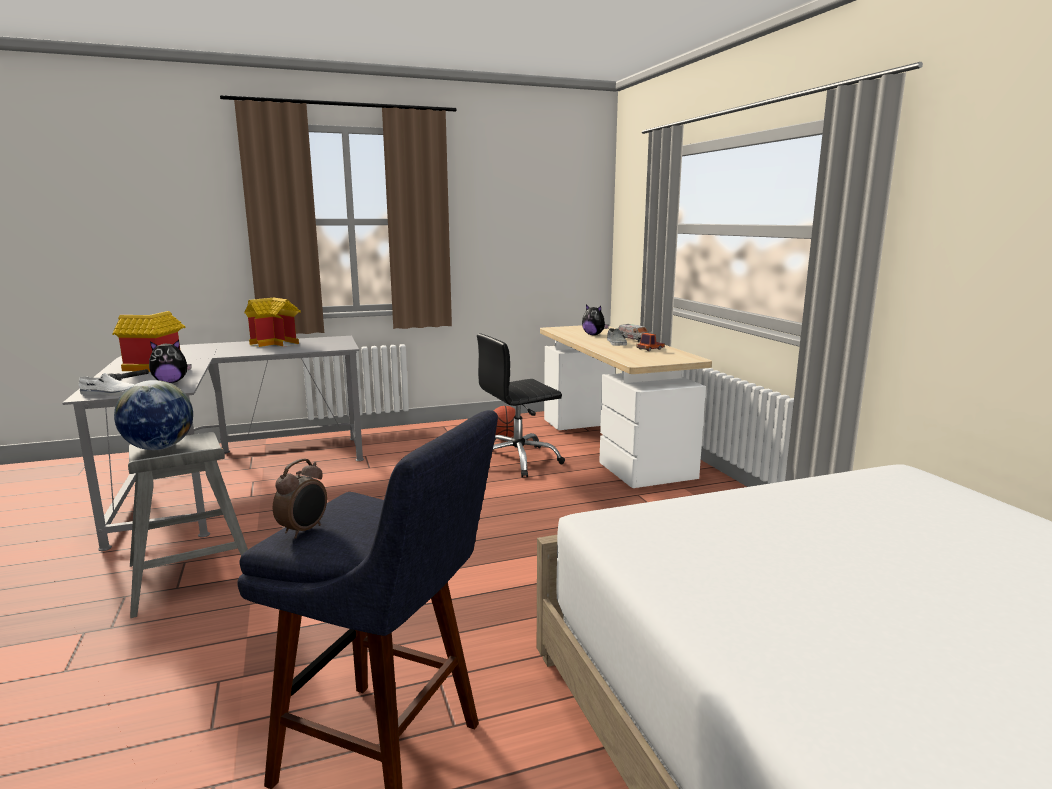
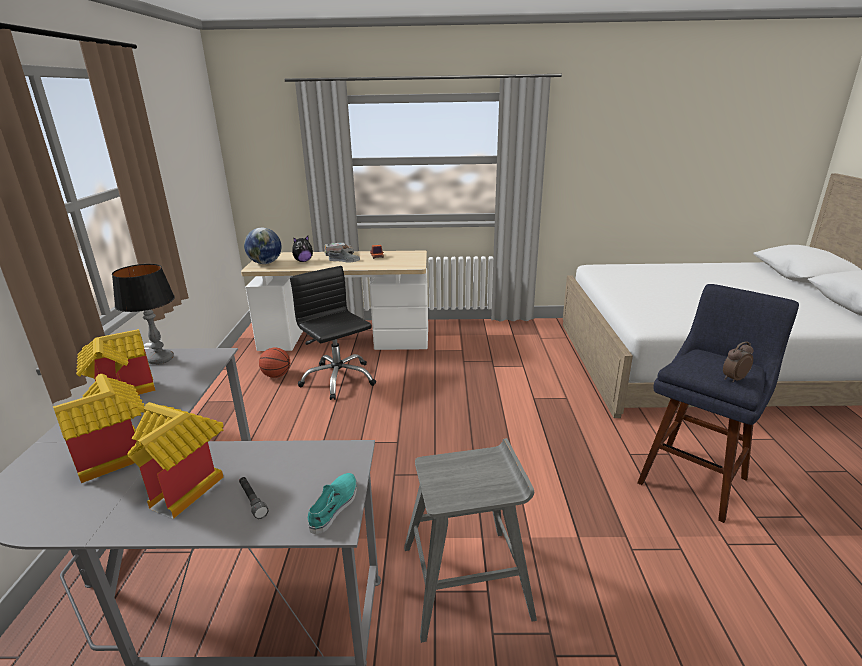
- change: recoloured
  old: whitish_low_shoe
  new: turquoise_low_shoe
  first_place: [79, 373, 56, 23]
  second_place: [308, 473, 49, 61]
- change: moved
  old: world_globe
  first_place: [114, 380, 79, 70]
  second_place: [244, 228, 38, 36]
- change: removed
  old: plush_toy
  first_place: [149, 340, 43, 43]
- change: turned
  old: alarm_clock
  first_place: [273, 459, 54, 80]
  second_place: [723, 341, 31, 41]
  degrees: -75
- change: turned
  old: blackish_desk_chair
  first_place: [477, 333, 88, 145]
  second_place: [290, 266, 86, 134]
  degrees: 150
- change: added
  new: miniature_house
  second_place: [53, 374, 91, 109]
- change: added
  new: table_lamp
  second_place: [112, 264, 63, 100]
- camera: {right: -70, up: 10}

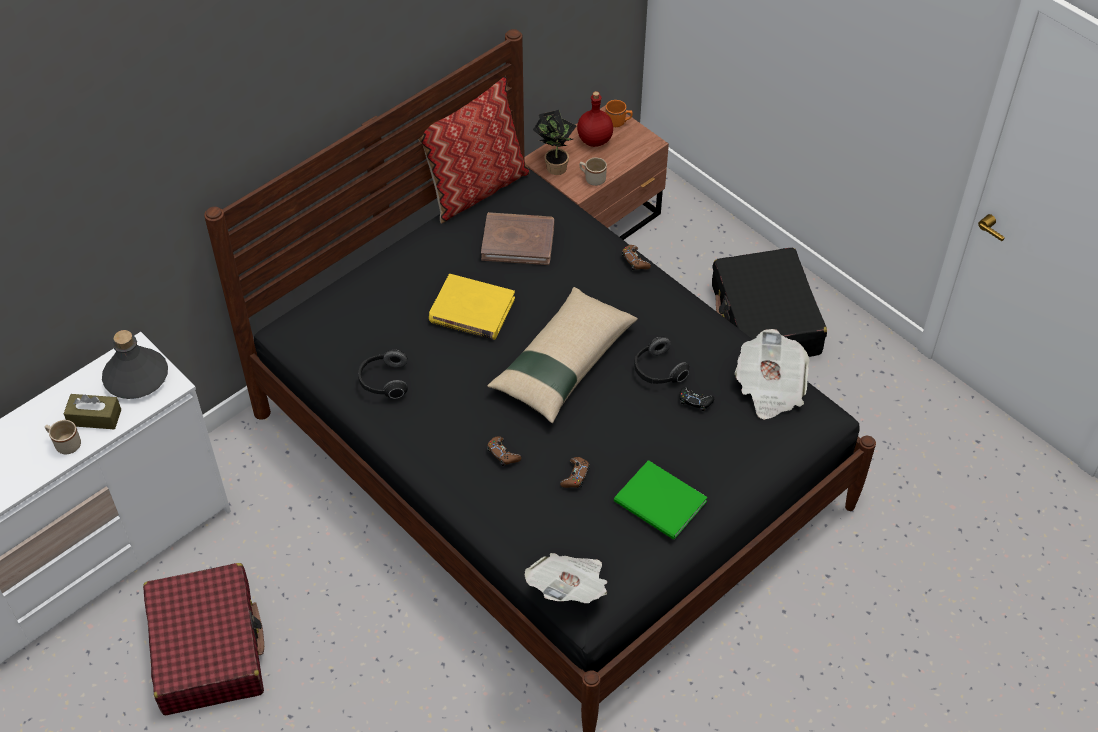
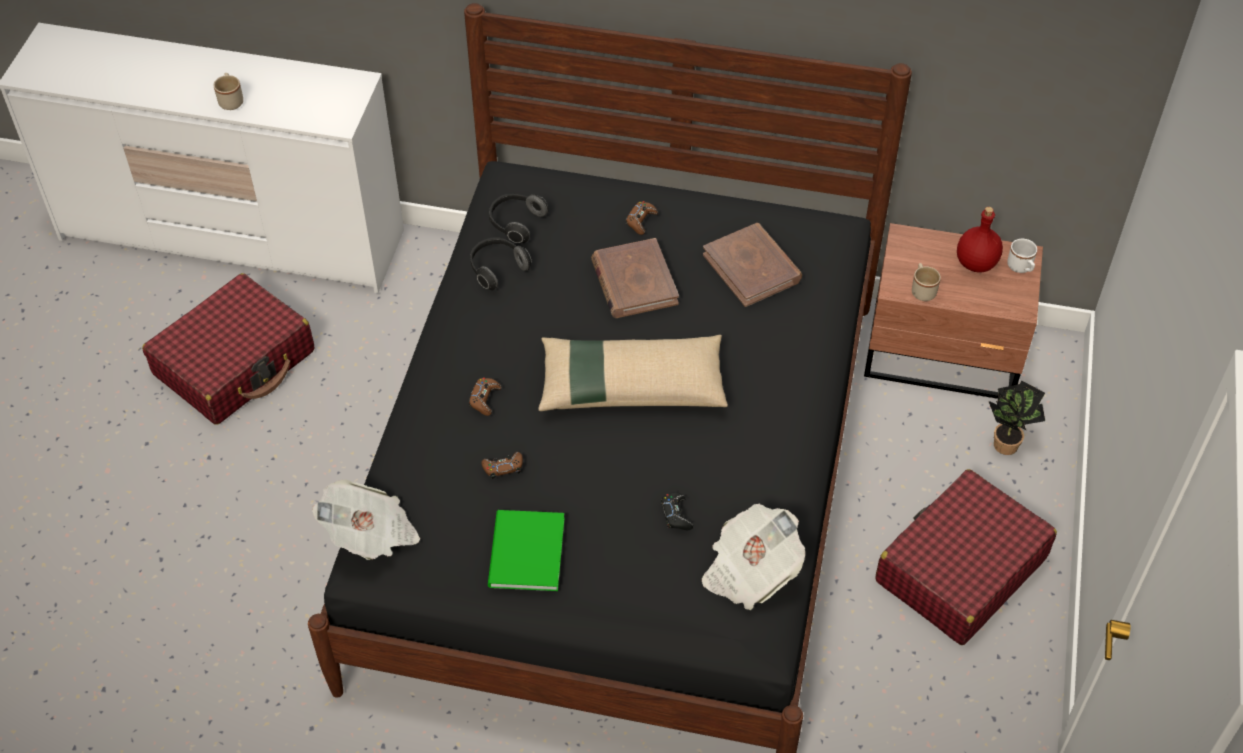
- change: removed
  old: brownish_tissue_box
  first_place: [64, 394, 57, 35]
- change: removed
  old: greyish_bottle
  first_place: [102, 330, 66, 69]
- change: removed
  old: cushion
  first_place: [418, 76, 112, 148]
- change: recoloured
  old: yellow_volume
  new: brownish_volume
  first_place: [429, 274, 86, 66]
  second_place: [591, 238, 88, 80]
- change: moved
  old: houseplant
  first_place: [533, 110, 43, 65]
  second_place: [989, 381, 56, 74]
- change: recoloured
  old: orangey_tea_mug
  new: whitish_tea_mug
  first_place: [606, 100, 27, 27]
  second_place: [1007, 239, 30, 34]
- change: moved
  old: brownish_joypad
  first_place: [622, 245, 29, 25]
  second_place: [626, 201, 32, 34]
- change: moved
  old: headset
  first_place: [634, 337, 56, 47]
  second_place: [489, 194, 60, 49]
- change: recoloured
  old: blackish_travel_case
  new: reddish_travel_case
  first_place: [712, 248, 115, 109]
  second_place: [875, 469, 182, 176]
- camera: {right: 55, up: 0}

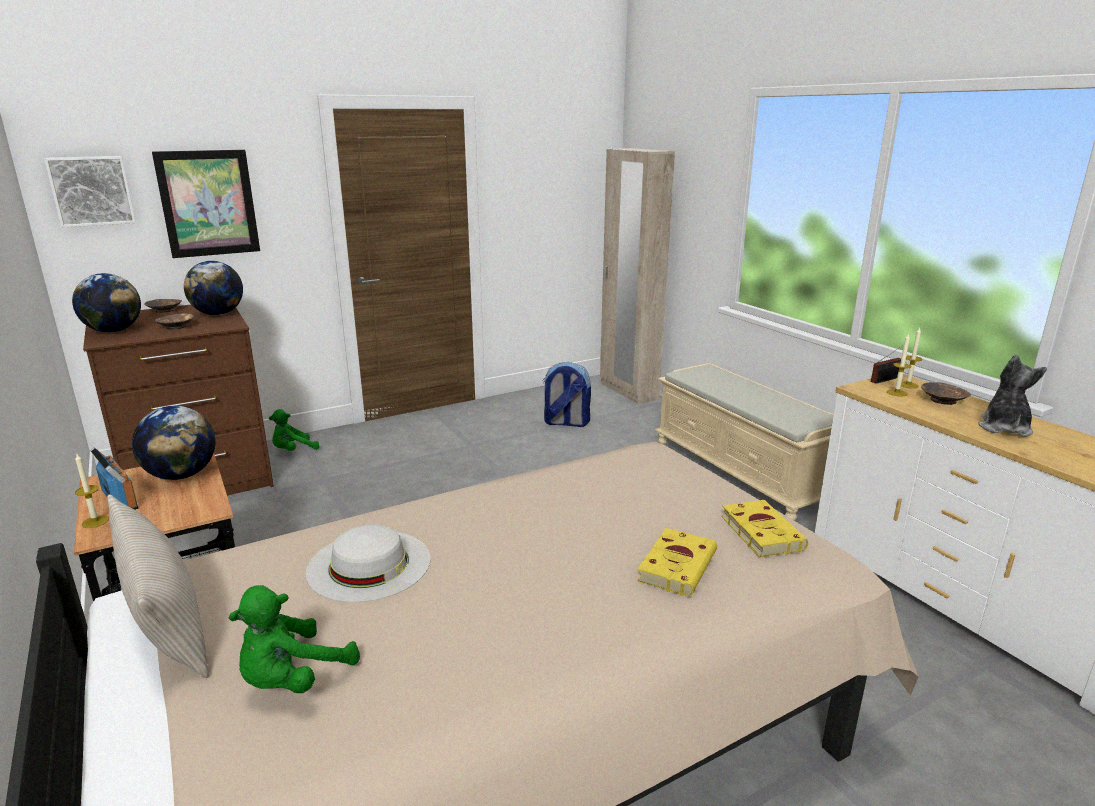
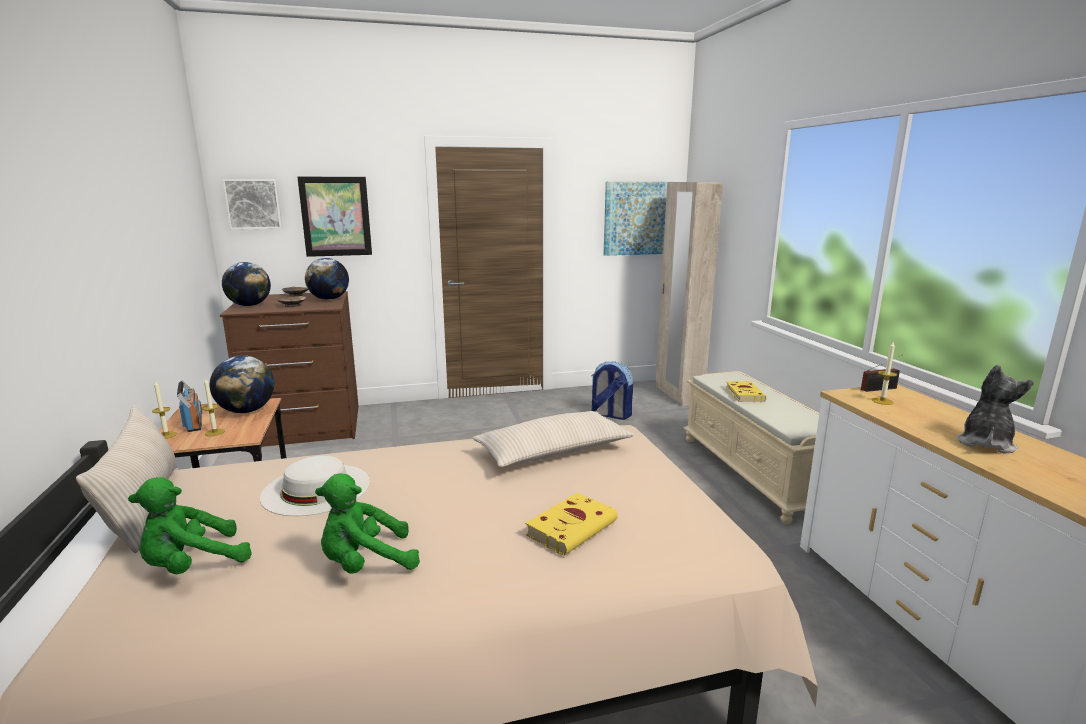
- change: moved
  old: greenish_plush_toy
  first_place: [269, 409, 50, 42]
  second_place: [315, 474, 105, 100]
- change: moved
  old: yellow_volume
  first_place: [721, 500, 88, 58]
  second_place: [726, 381, 41, 21]
- change: moved
  old: candle
  first_place: [901, 328, 21, 61]
  second_place: [202, 379, 23, 57]
- change: removed
  old: brownish_deep_dish
  first_place: [921, 382, 50, 23]
- change: added
  new: sand-coloured_cushion
  second_place: [472, 411, 162, 56]
- change: added
  new: picture
  second_place: [604, 182, 63, 74]
- camera: {right: 15, up: -5}

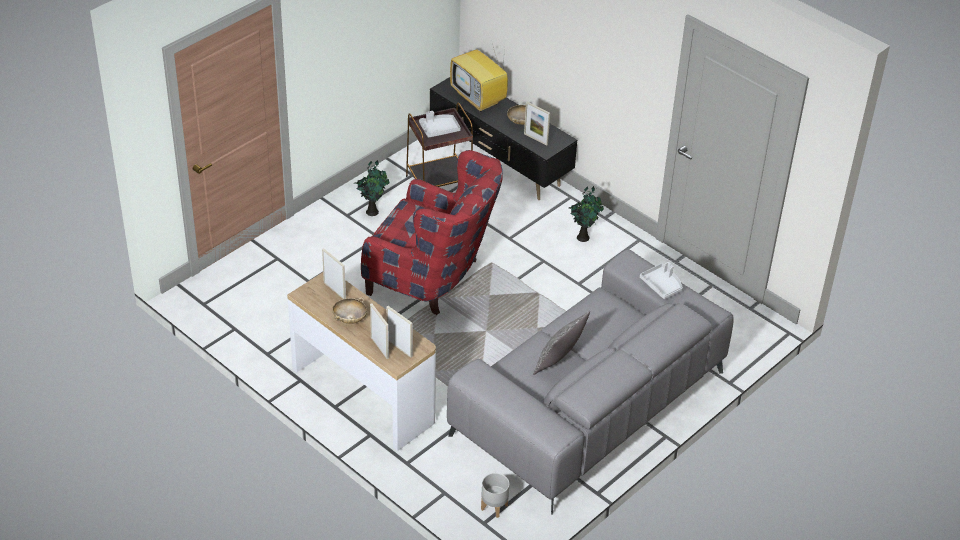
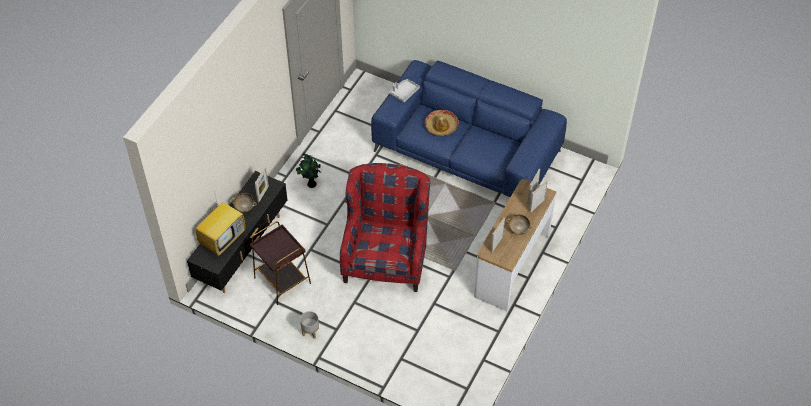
- change: removed
  old: houseplant
  first_place: [355, 160, 35, 56]
- change: removed
  old: greyish_serving_tray
  first_place: [419, 111, 42, 27]
- change: recoloured
  old: greyish_couch
  new: bluish_couch
  first_place: [447, 249, 287, 266]
  second_place: [371, 60, 196, 137]
- change: moved
  old: greyish_planter
  first_place: [481, 473, 28, 45]
  second_place: [300, 311, 19, 28]
- change: removed
  old: cushion
  first_place: [533, 311, 57, 64]
- change: added
  new: wearable_hat
  second_place: [425, 110, 34, 26]
- camera: {right: -105, up: 10}

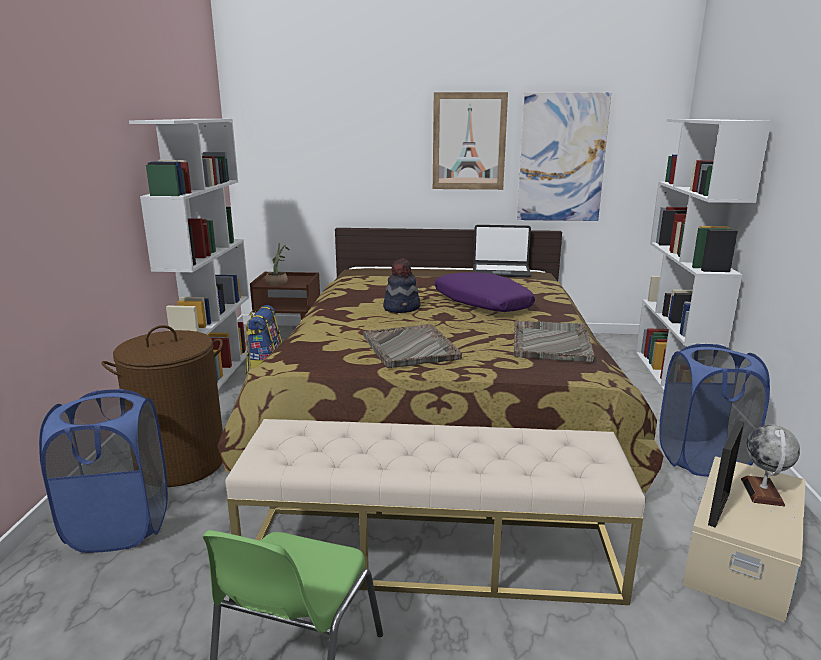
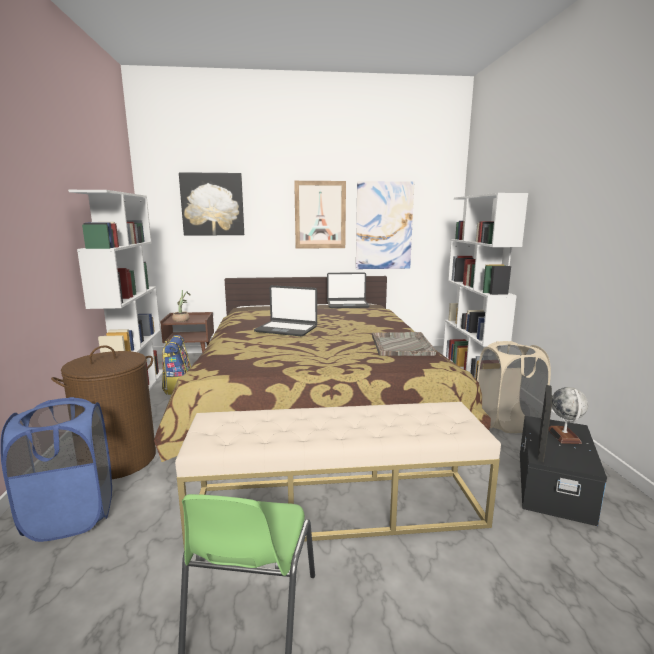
- change: removed
  old: greyish_serving_tray
  first_place: [364, 324, 98, 44]
- change: replaced
  old: wearable_hat
  new: portable_computer
  first_place: [383, 258, 37, 55]
  second_place: [254, 285, 63, 51]
- change: removed
  old: purplish_cushion
  first_place: [435, 272, 100, 40]
- change: recoloured
  old: bluish_laundry_basket
  new: sand-coloured_laundry_basket
  first_place: [660, 344, 110, 133]
  second_place: [477, 341, 74, 92]
- change: recoloured
  old: sand-coloured_storage_container
  new: blackish_storage_container
  first_place: [683, 456, 123, 167]
  second_place: [520, 416, 87, 110]
- change: added
  new: picture
  second_place: [179, 172, 65, 64]
- camera: {right: -10, up: -5}

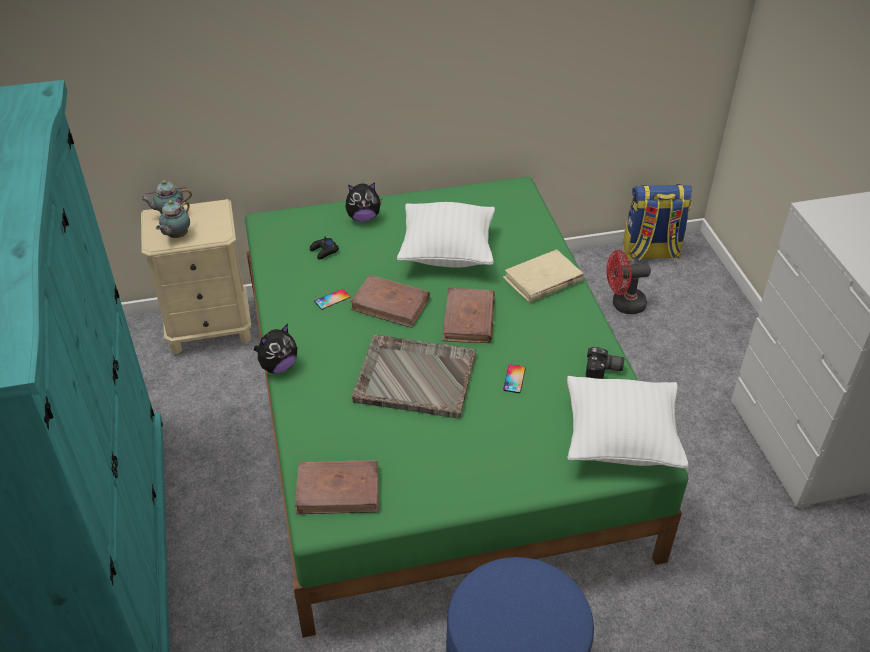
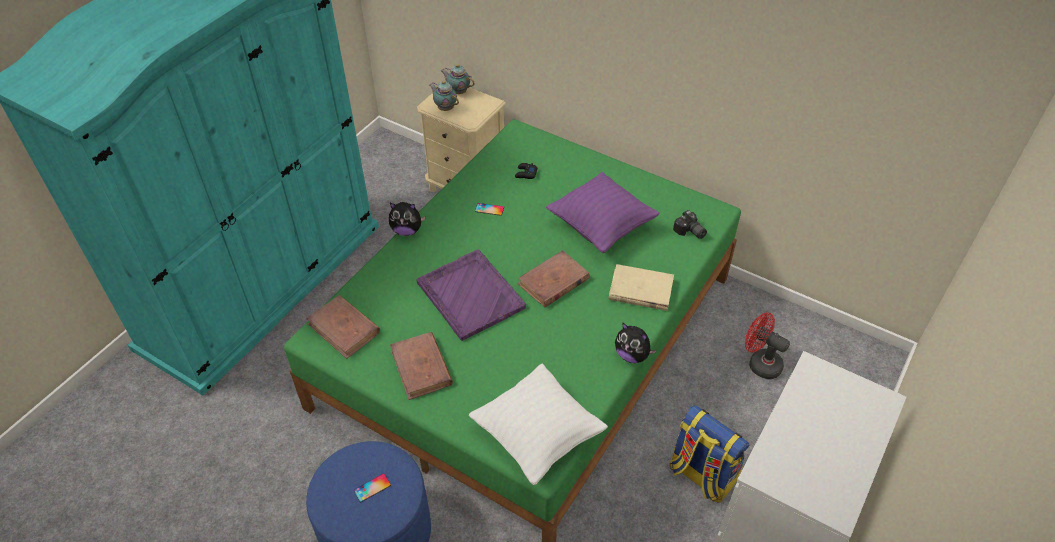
- change: turned
  old: teapot
  first_place: [156, 200, 34, 38]
  second_place: [430, 81, 29, 30]
  degrees: 60
- change: moved
  old: plush_toy
  first_place: [345, 182, 37, 40]
  second_place: [615, 323, 42, 40]
- change: moved
  old: brownish_volume
  first_place: [350, 275, 80, 53]
  second_place: [390, 332, 63, 68]
- change: recoloured
  old: greyish_serving_tray
  new: purplish_serving_tray
  first_place: [352, 335, 124, 83]
  second_place: [416, 250, 110, 91]
- change: recoloured
  old: whitish_cushion
  new: purplish_cushion
  first_place: [397, 202, 98, 66]
  second_place: [546, 172, 114, 81]
- change: moved
  old: phone
  first_place: [503, 364, 23, 29]
  second_place: [354, 474, 37, 28]
- change: moved
  old: photo_camera
  first_place: [586, 347, 38, 32]
  second_place: [673, 210, 34, 29]
- change: moved
  old: rucksack
  first_place: [623, 184, 69, 76]
  second_place: [670, 405, 80, 98]
- camera: {right: 45, up: 5}

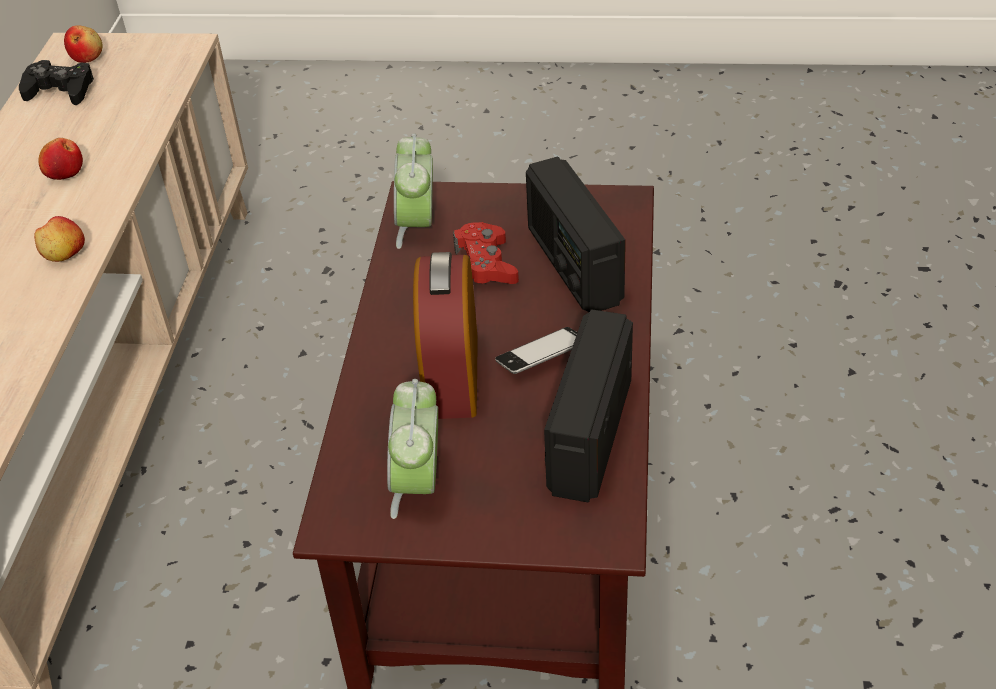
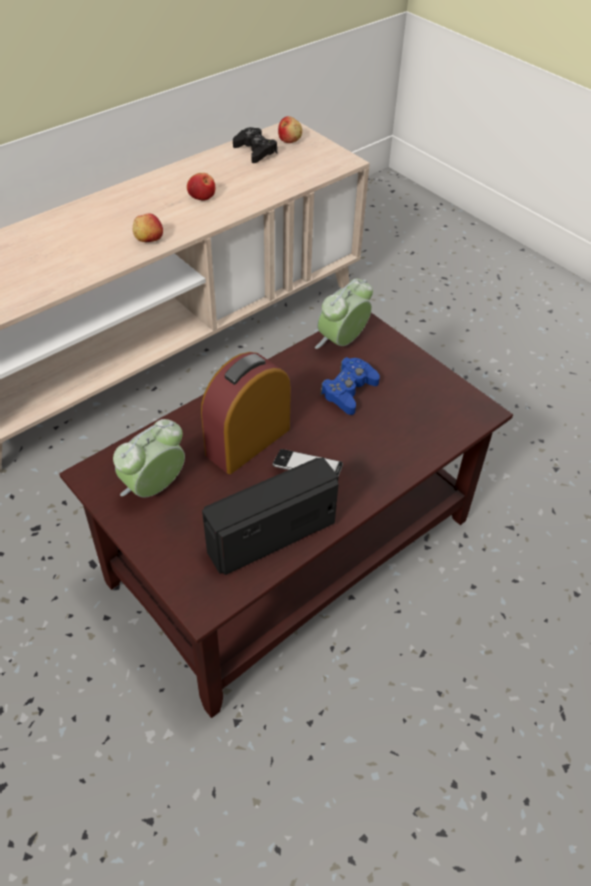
- change: recoloured
  old: reddish_joypad
  new: bluish_joypad
  first_place: [453, 222, 66, 62]
  second_place: [320, 357, 60, 58]
- change: removed
  old: radio
  first_place: [526, 157, 100, 155]
- camera: {right: 40, up: 5}

